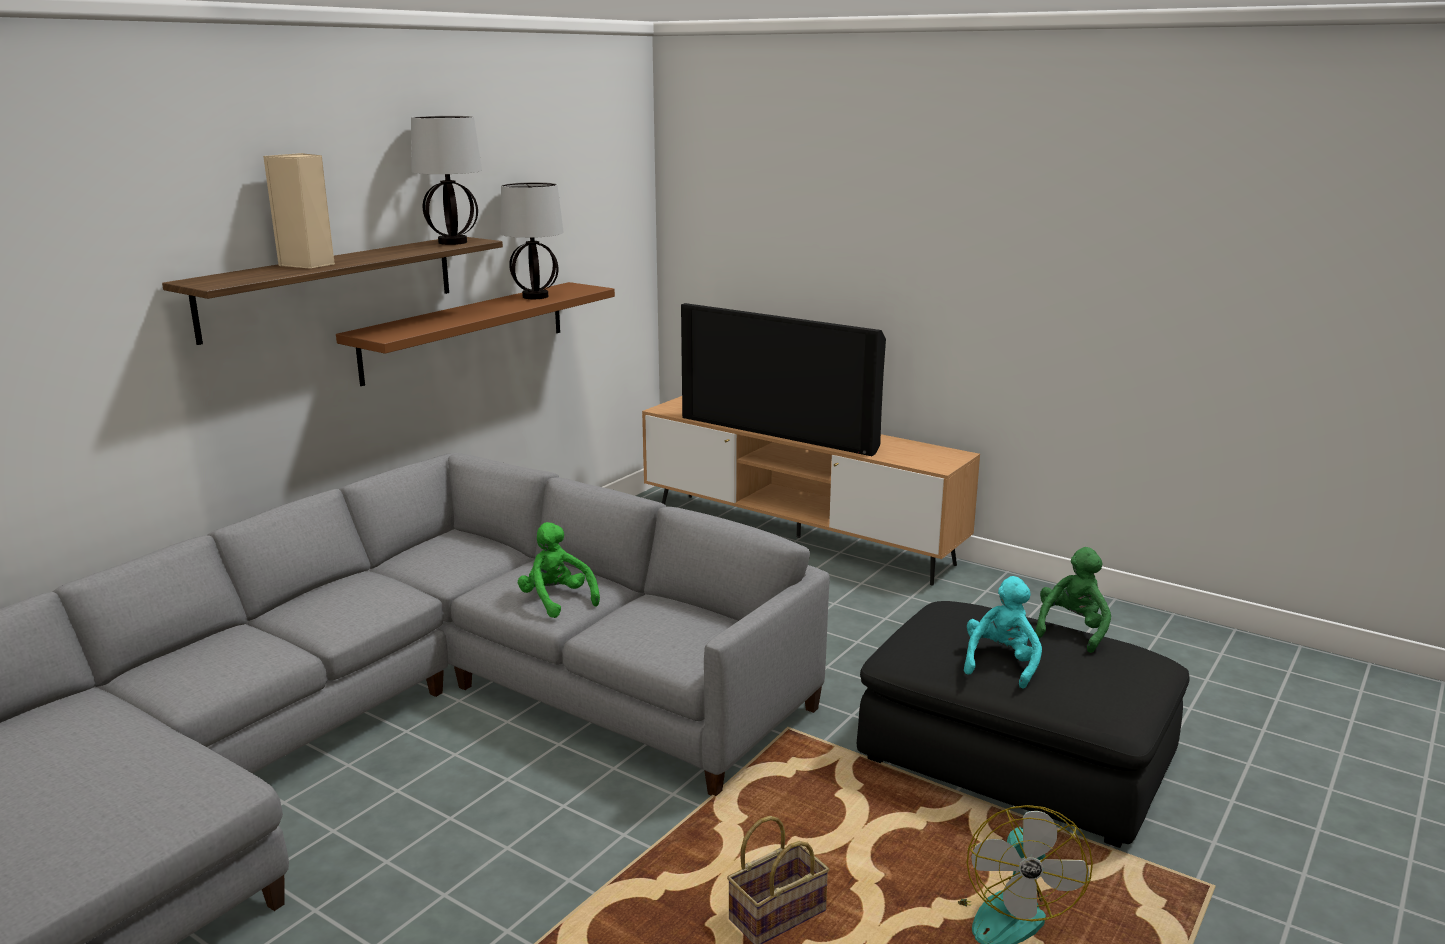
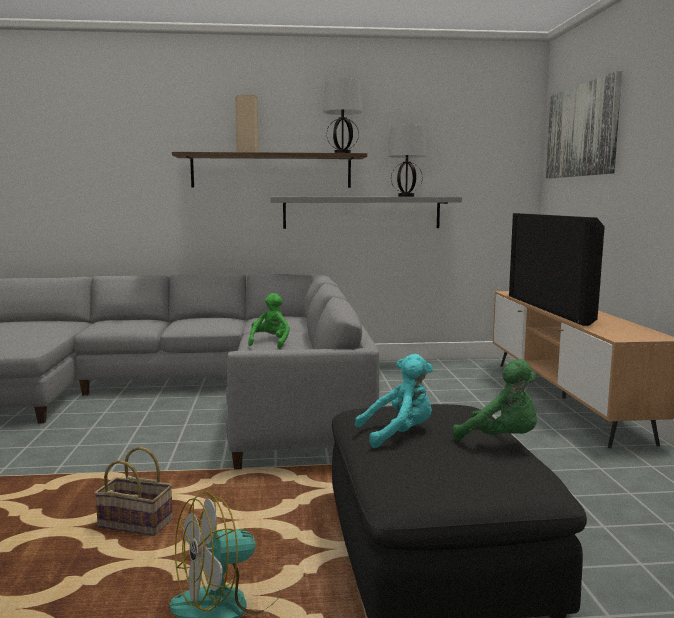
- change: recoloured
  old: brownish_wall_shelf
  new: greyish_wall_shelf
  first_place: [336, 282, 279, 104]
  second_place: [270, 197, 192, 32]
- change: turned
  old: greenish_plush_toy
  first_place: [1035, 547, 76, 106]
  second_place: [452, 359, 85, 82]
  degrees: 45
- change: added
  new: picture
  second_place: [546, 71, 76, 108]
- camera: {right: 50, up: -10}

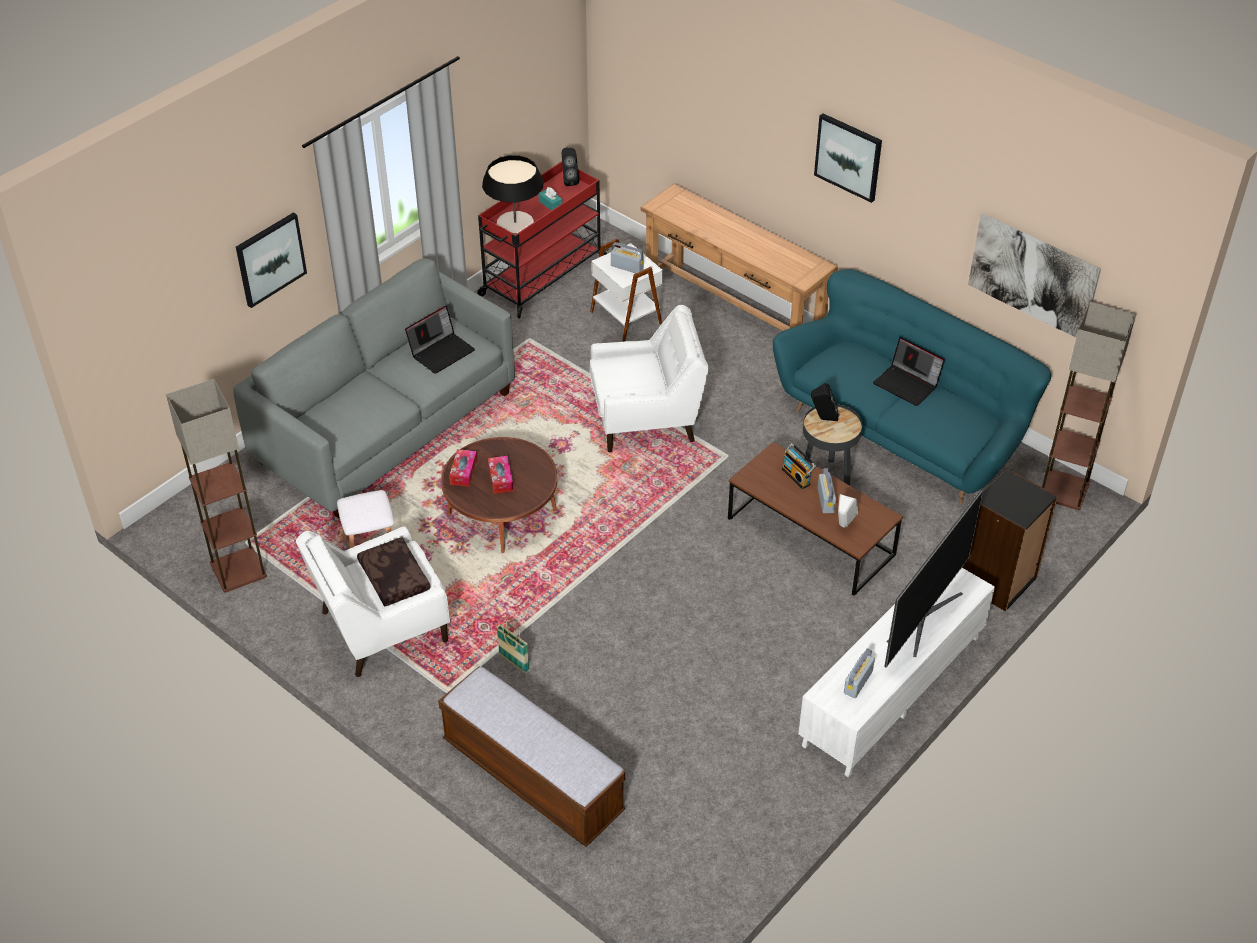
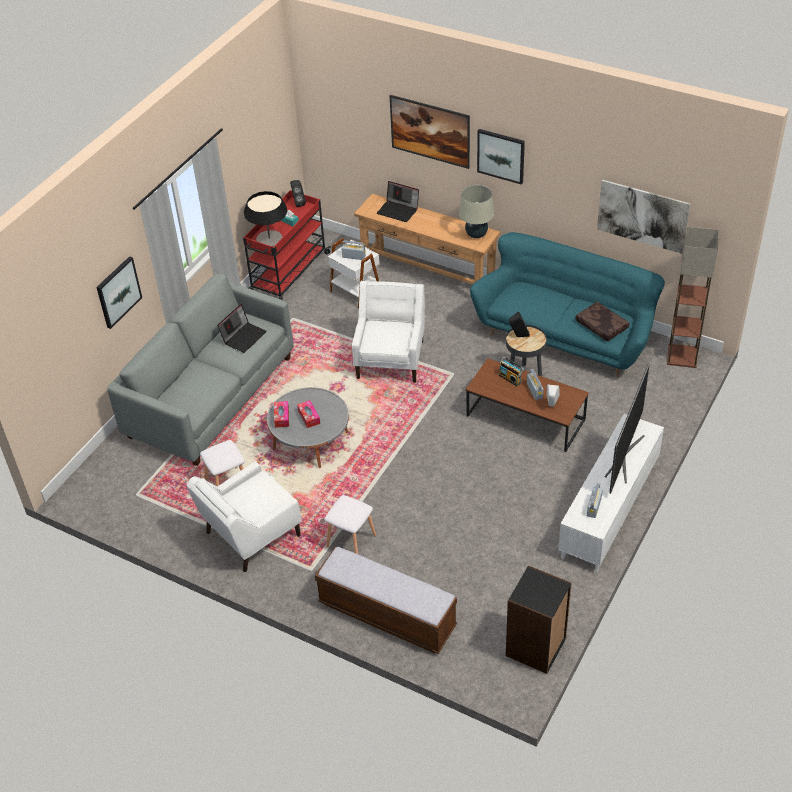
- change: removed
  old: standing_lamp
  first_place: [166, 379, 101, 214]
- change: moved
  old: brownish_cushion
  first_place: [357, 537, 73, 70]
  second_place: [575, 302, 54, 39]
- change: recoloured
  old: brownish_lounge_table
  new: greyish_lounge_table
  first_place: [441, 437, 117, 116]
  second_place: [267, 387, 82, 81]
- change: replaced
  old: basket
  new: whitish_stool
  first_place: [496, 620, 34, 54]
  second_place: [324, 495, 52, 59]
- change: turned
  old: whitish_lounge_chair
  first_place: [589, 305, 119, 147]
  second_place: [352, 281, 73, 102]
  degrees: -60
- change: moved
  old: portable_computer
  first_place: [873, 337, 72, 69]
  second_place: [377, 181, 42, 41]
- change: moved
  old: blackish_bookshelf
  first_place: [962, 468, 96, 144]
  second_place: [506, 566, 66, 108]
- change: added
  new: picture
  second_place: [390, 95, 80, 74]
- change: added
  new: sand-coloured_table_lamp
  second_place: [459, 185, 35, 53]
- camera: {right: -10, up: 0}

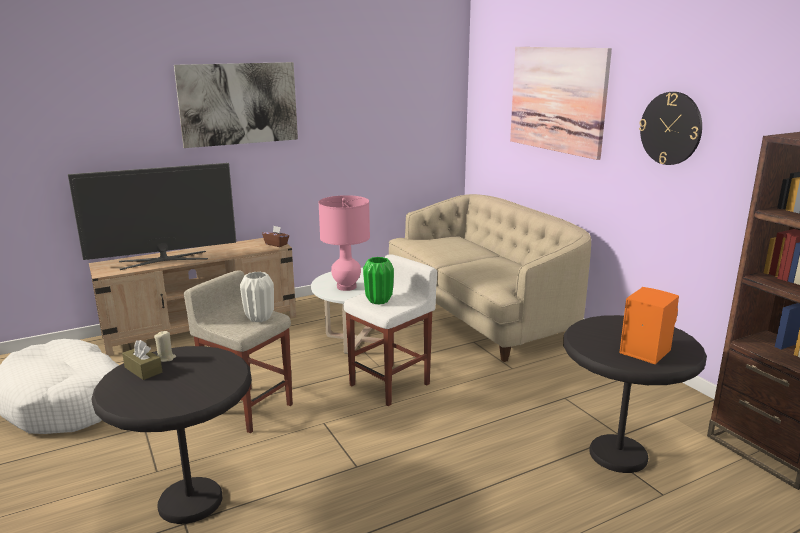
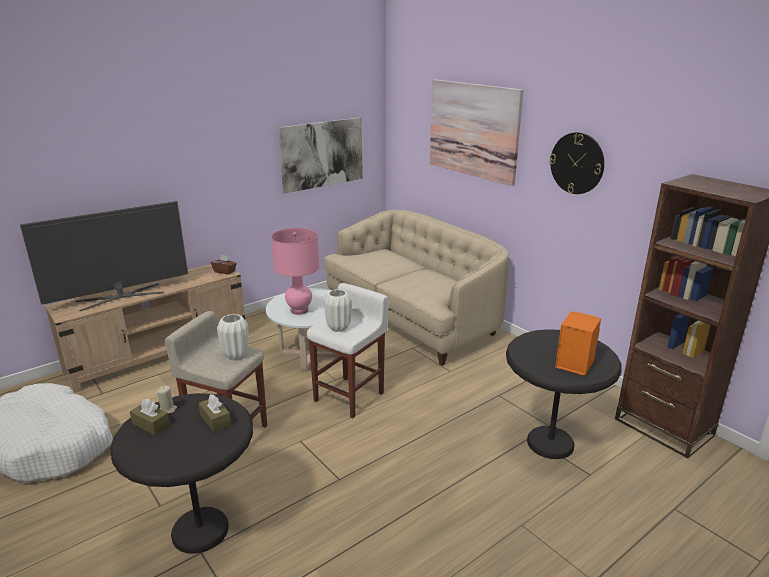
- change: moved
  old: picture
  first_place: [174, 62, 124, 86]
  second_place: [278, 118, 85, 76]
- change: recoloured
  old: greenish_vase
  new: whitish_vase
  first_place: [363, 257, 31, 47]
  second_place: [324, 289, 28, 43]
- change: added
  new: brownish_tissue_box
  second_place: [198, 394, 33, 38]
- camera: {right: -10, up: 5}

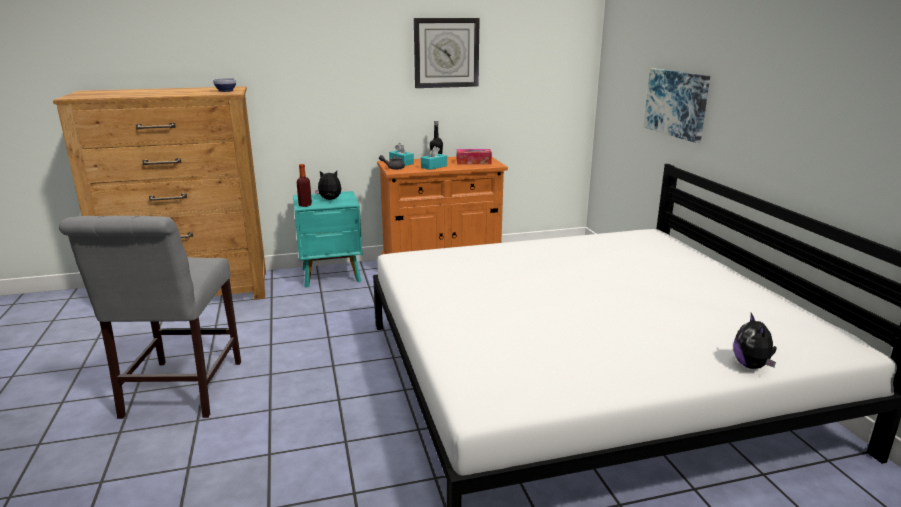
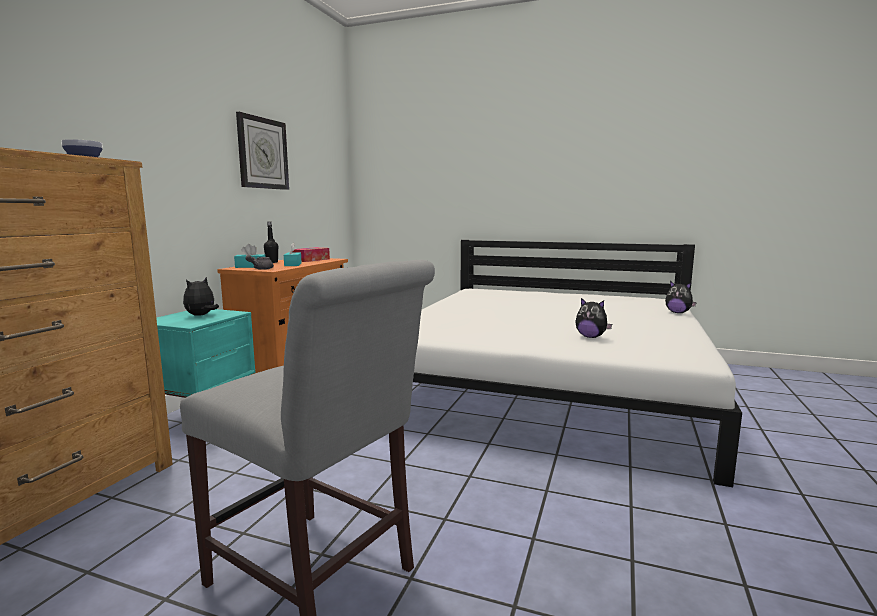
- change: removed
  old: bottle
  first_place: [297, 164, 15, 43]
- change: removed
  old: picture
  first_place: [643, 68, 67, 75]
- change: added
  new: plush_toy
  second_place: [575, 298, 37, 40]
- camera: {right: -55, up: -10}

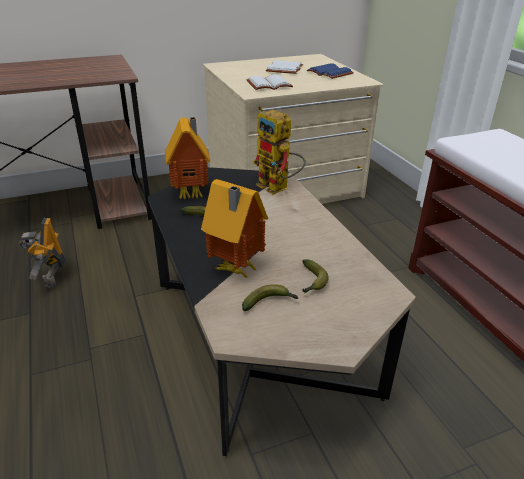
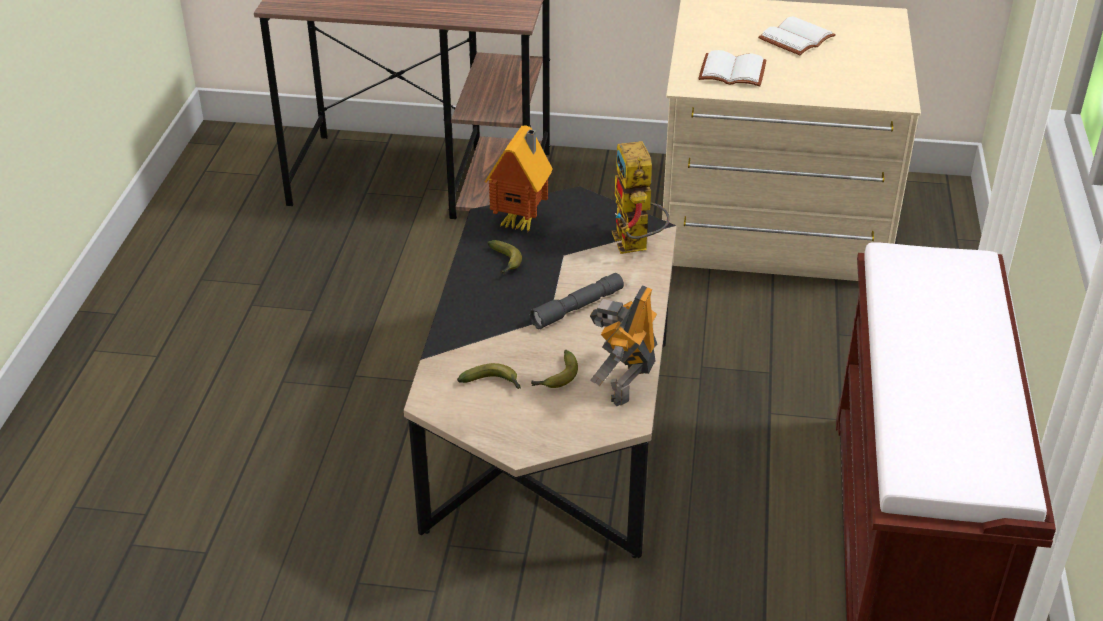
- change: moved
  old: robot_figure
  first_place: [19, 218, 47, 72]
  second_place: [590, 285, 67, 121]
- change: removed
  old: miniature_house
  first_place: [201, 179, 67, 100]
- change: removed
  old: bluish_volume
  first_place: [307, 63, 47, 16]
- change: added
  new: greyish_torch
  second_place: [529, 273, 95, 56]
- camera: {right: 30, up: 5}

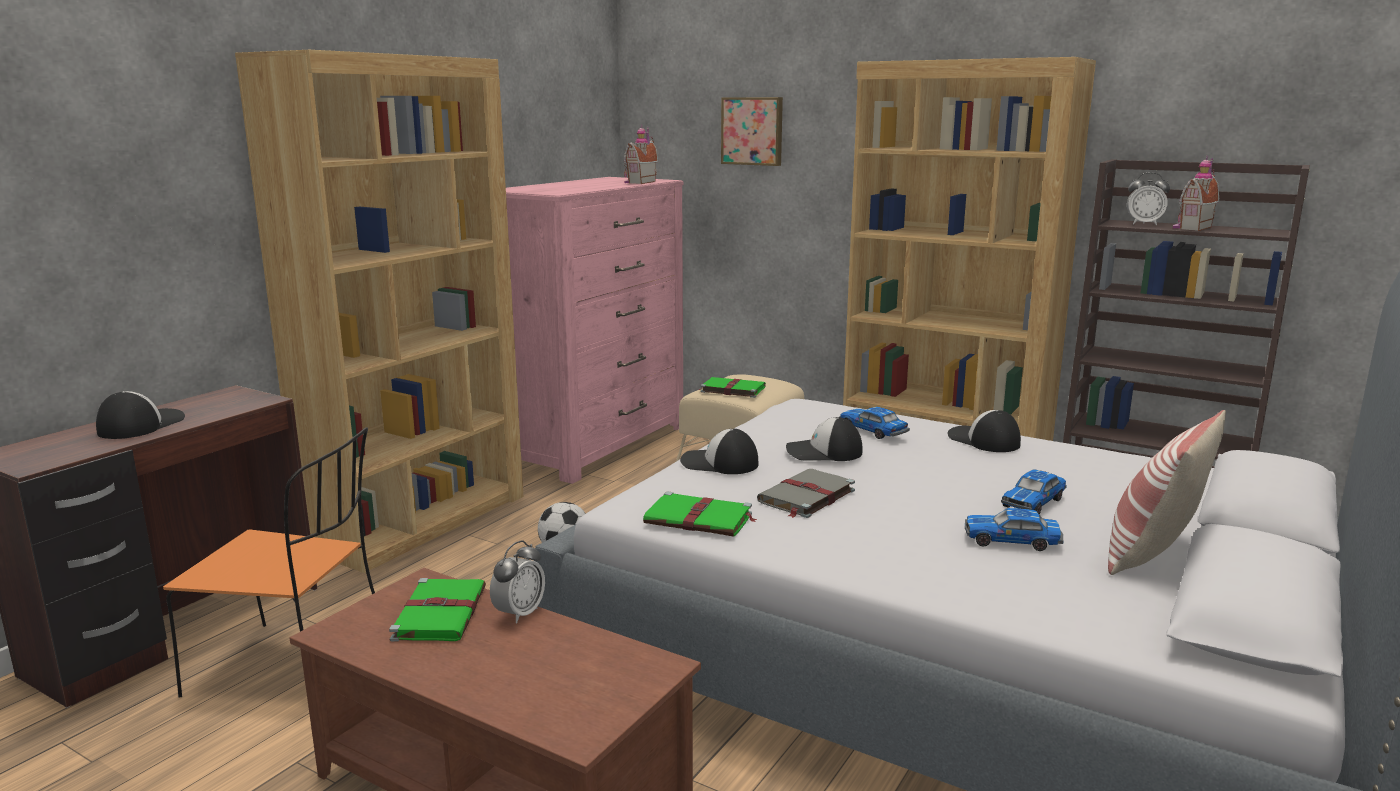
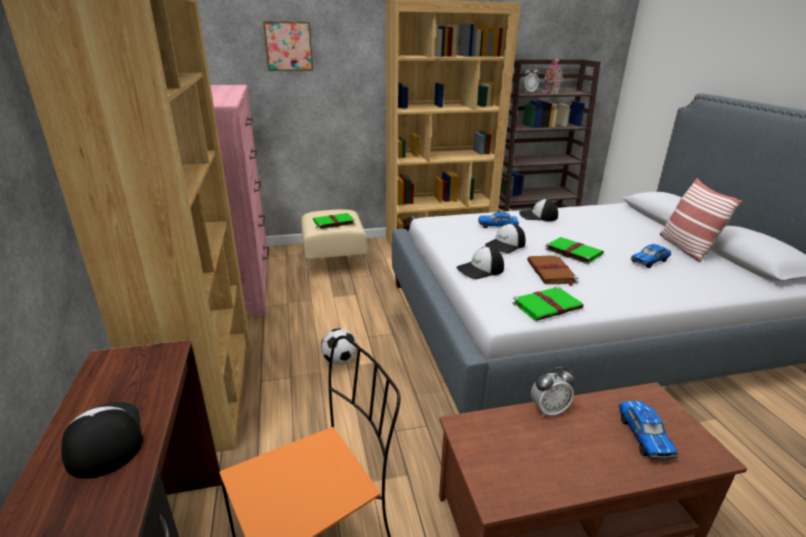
- change: moved
  old: greenish_volume
  first_place: [389, 578, 97, 64]
  second_place: [544, 237, 60, 27]
- change: turned
  old: alarm_clock
  first_place: [490, 540, 55, 83]
  second_place: [531, 367, 44, 50]
  degrees: 90
- change: removed
  old: miniature_house
  first_place: [624, 125, 34, 59]
- change: recoloured
  old: greyish_volume
  new: brownish_volume
  first_place: [757, 469, 98, 49]
  second_place: [527, 255, 51, 31]
- change: moved
  old: toy_car
  first_place: [1001, 470, 66, 44]
  second_place: [618, 401, 60, 58]
- camera: {right: -45, up: 10}

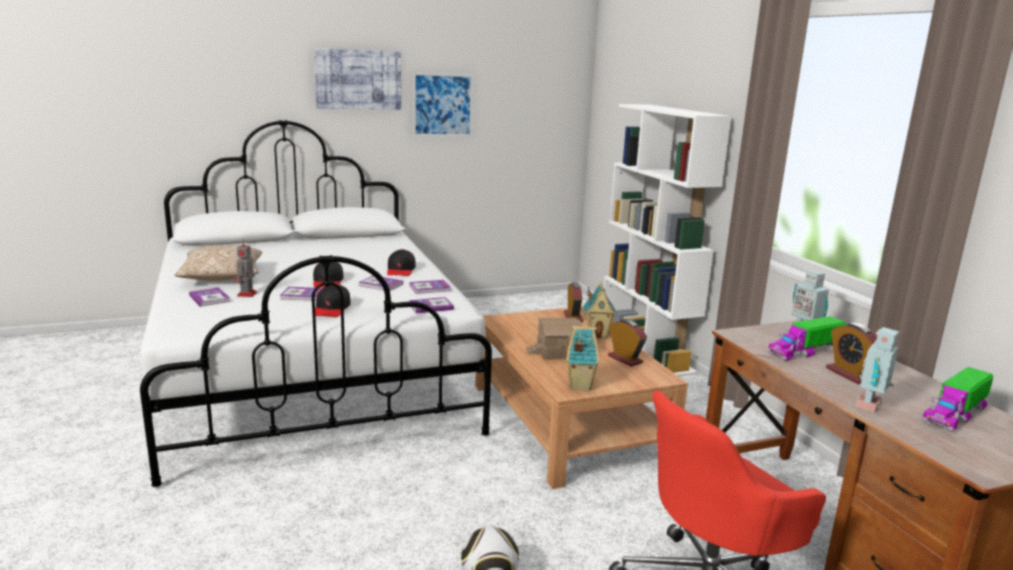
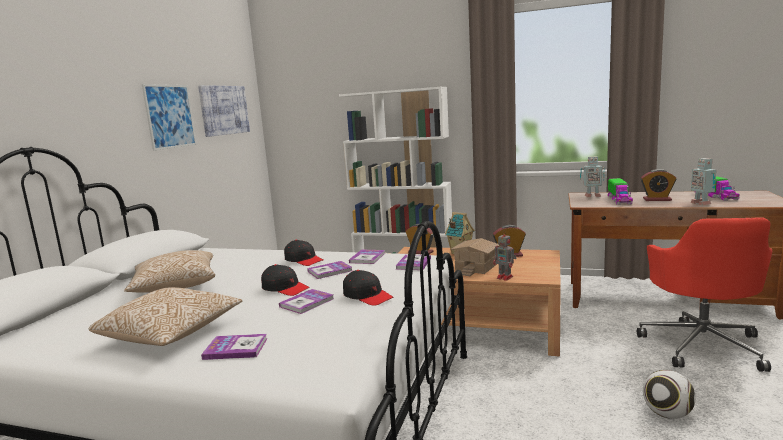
- change: moved
  old: robot_figure
  first_place: [234, 241, 23, 56]
  second_place: [493, 230, 24, 51]
- change: moved
  old: picture
  first_place: [314, 48, 87, 62]
  second_place: [198, 85, 52, 52]
- change: removed
  old: miniature_house
  first_place: [565, 326, 34, 64]
- change: added
  new: cushion
  second_place: [124, 250, 91, 43]
- camera: {right: -50, up: -5}

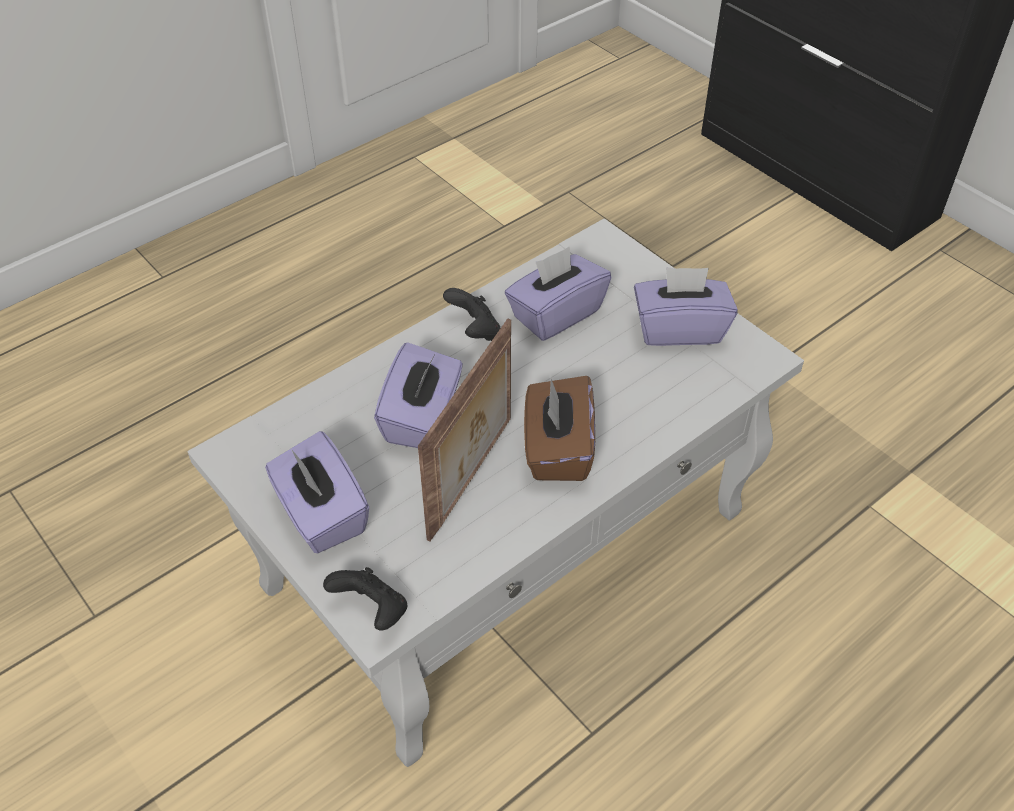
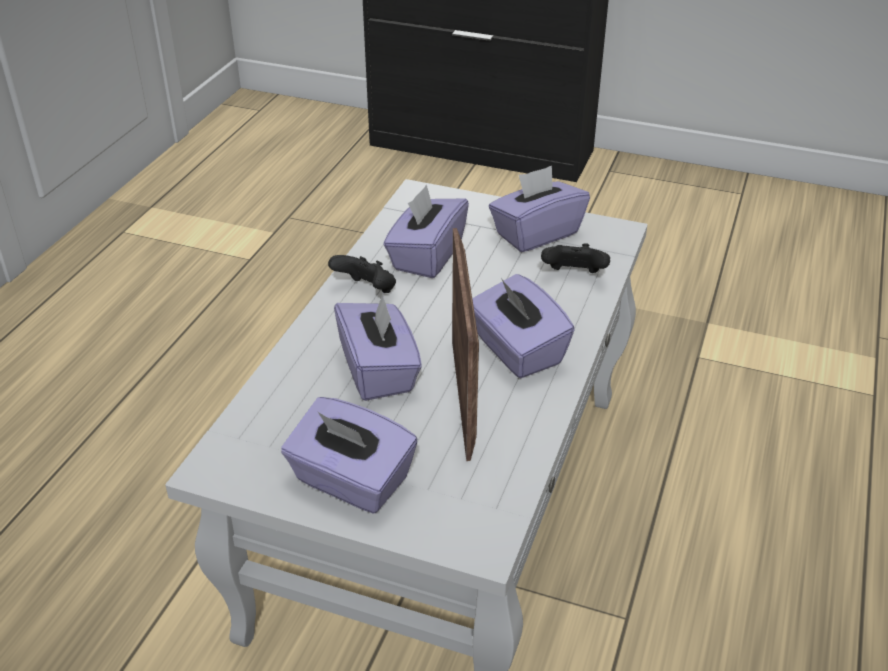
- change: moved
  old: blackish_joypad
  first_place: [323, 567, 84, 64]
  second_place: [541, 243, 69, 30]
- change: recoloured
  old: brownish_tissue_box
  new: purplish_tissue_box
  first_place: [524, 376, 71, 105]
  second_place: [472, 274, 103, 104]
- camera: {right: -30, up: -10}

